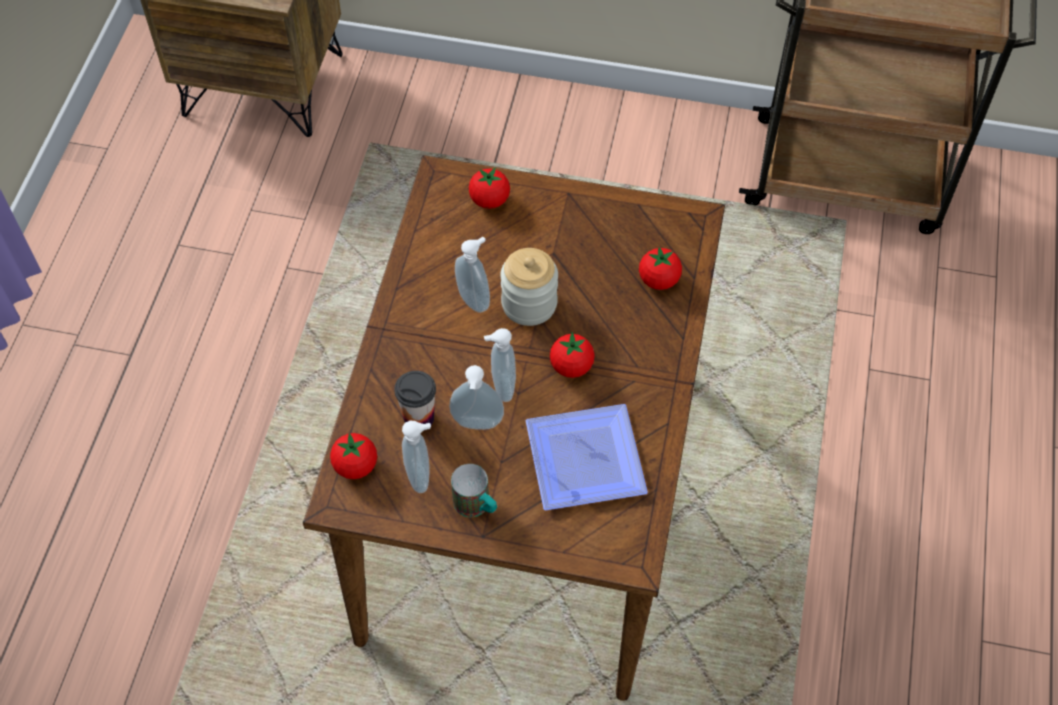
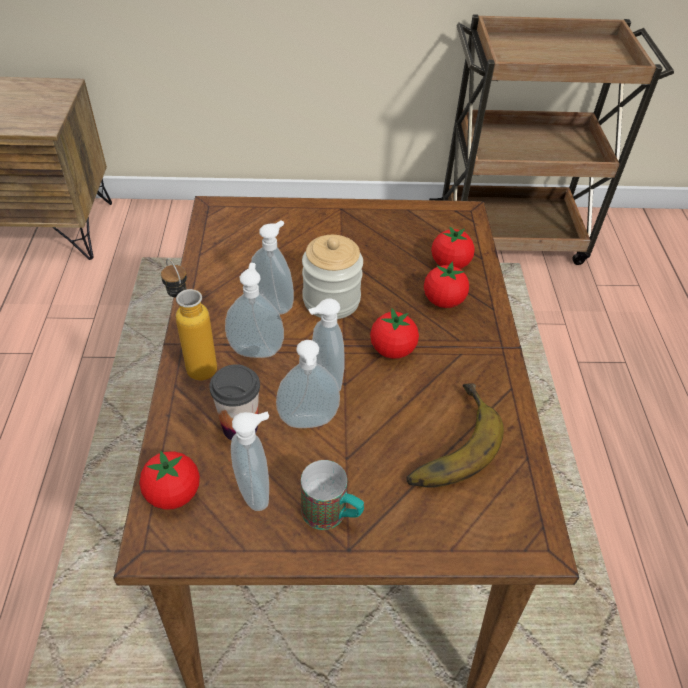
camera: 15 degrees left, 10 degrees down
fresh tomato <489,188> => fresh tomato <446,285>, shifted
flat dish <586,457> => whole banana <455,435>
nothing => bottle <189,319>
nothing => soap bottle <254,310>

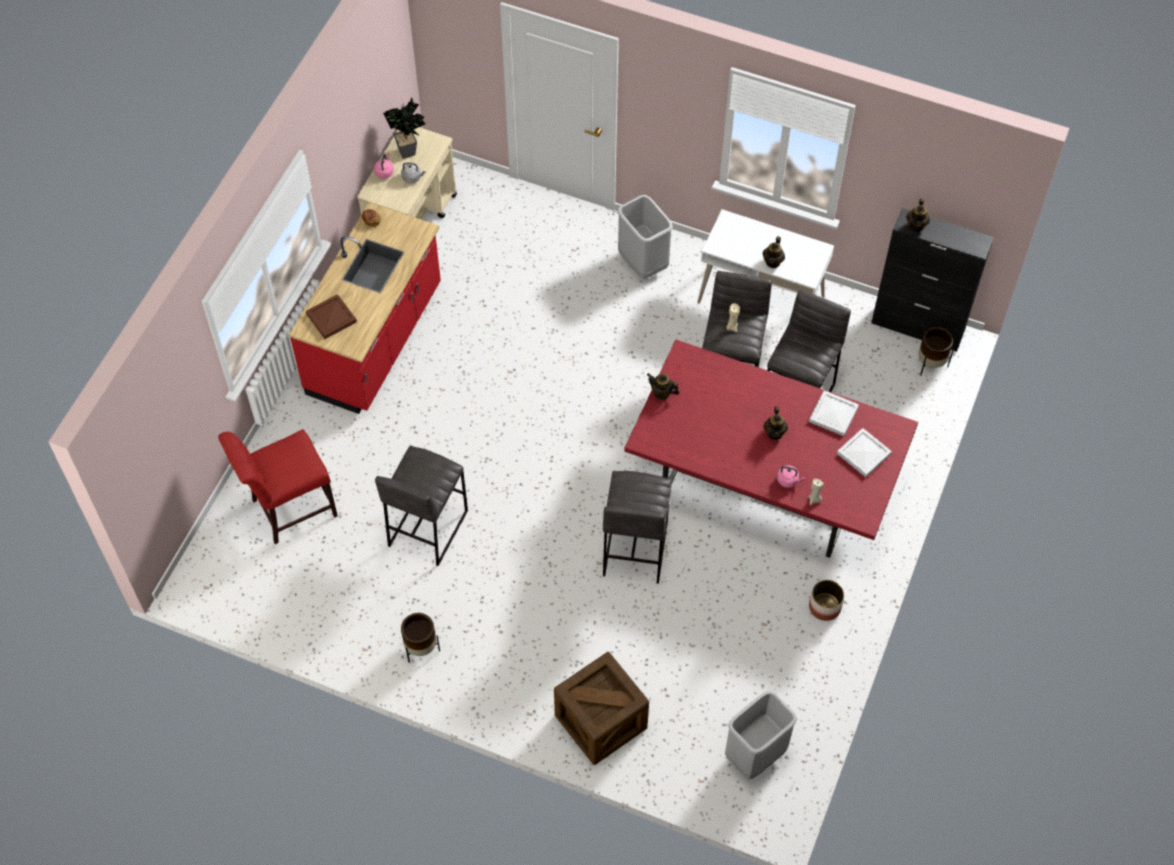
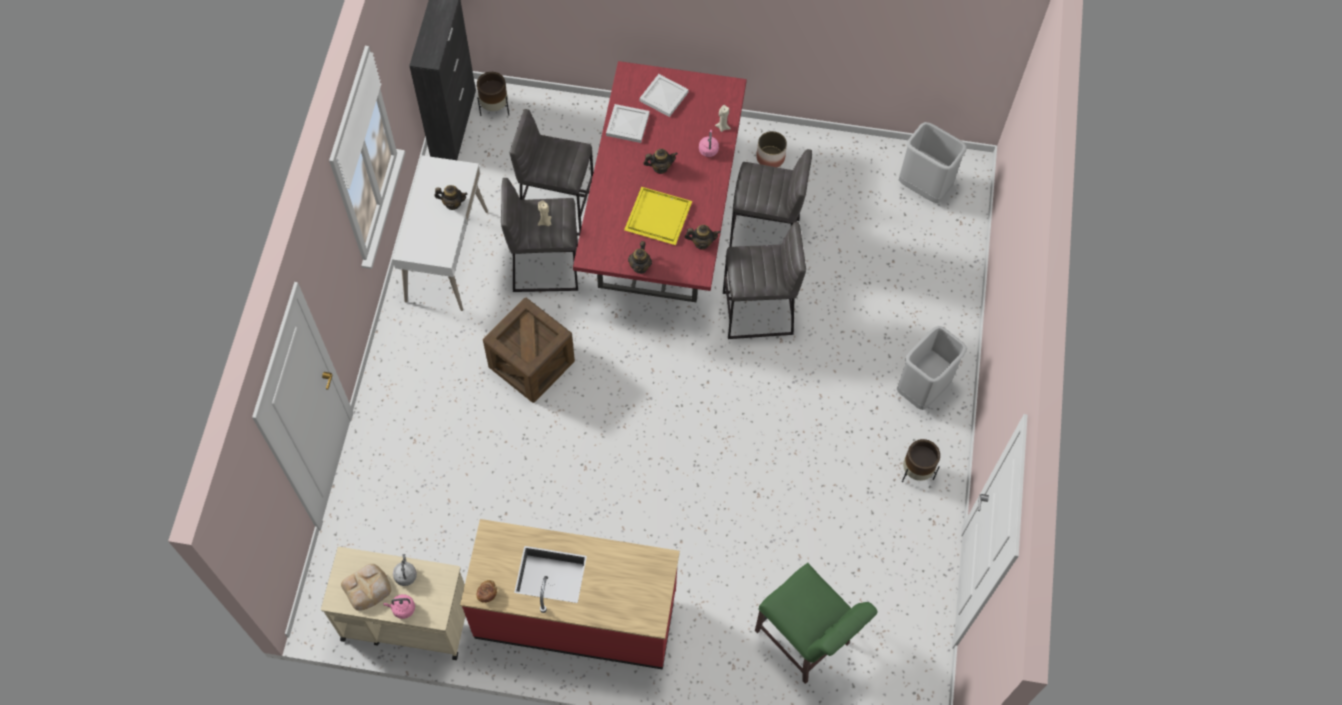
camera: 105 degrees left, 5 degrees up
houseplant <404,128> => bread <366,587>
gray rubbish bin <645,237> => gray rubbish bin <932,368>, shifted
teapot <918,215> => teapot <702,237>, shifted
brown-coloured carrying tray <331,316> => nothing
red plain chair <278,486> => greenish plain chair <816,623>
gray sitting stool <421,505> => gray sitting stool <770,198>, shifted
shipping crate <601,708> => shipping crate <529,350>, shifted
nothing => yellowish carrying tray <658,216>

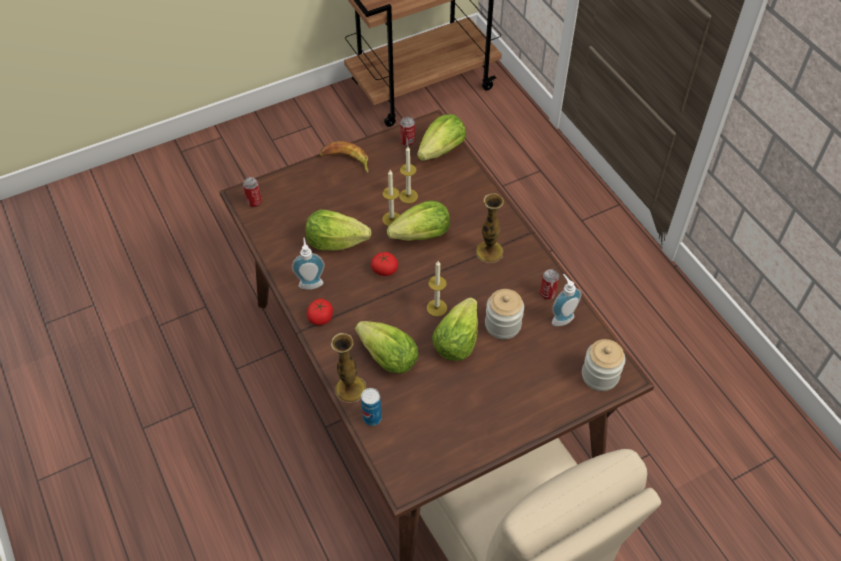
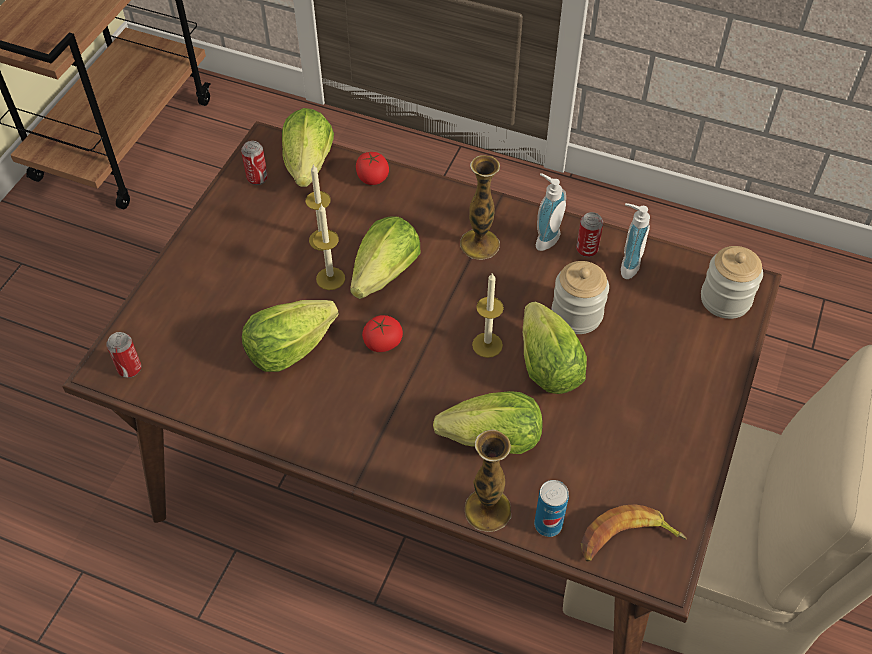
camera: 40 degrees left, 0 degrees up
whole banana <343,157> => whole banana <633,533>, shifted
soap bottle <308,263> => soap bottle <551,212>, shifted
fresh tomato <320,312> => fresh tomato <372,168>, shifted

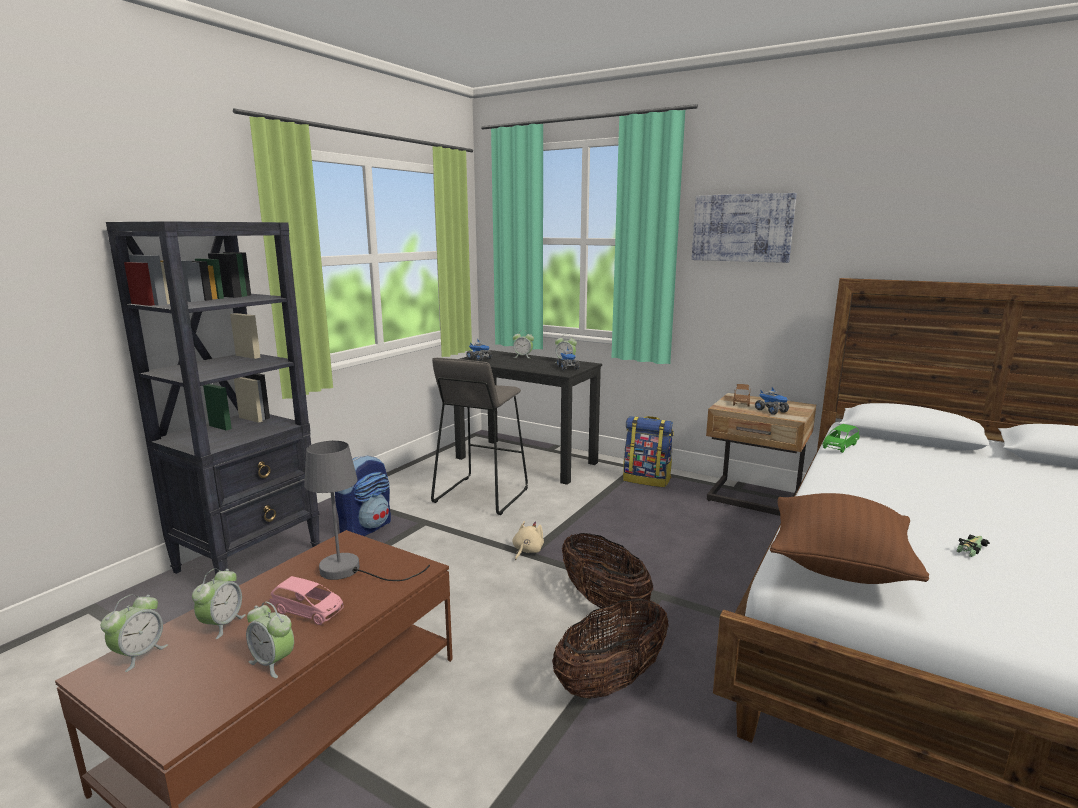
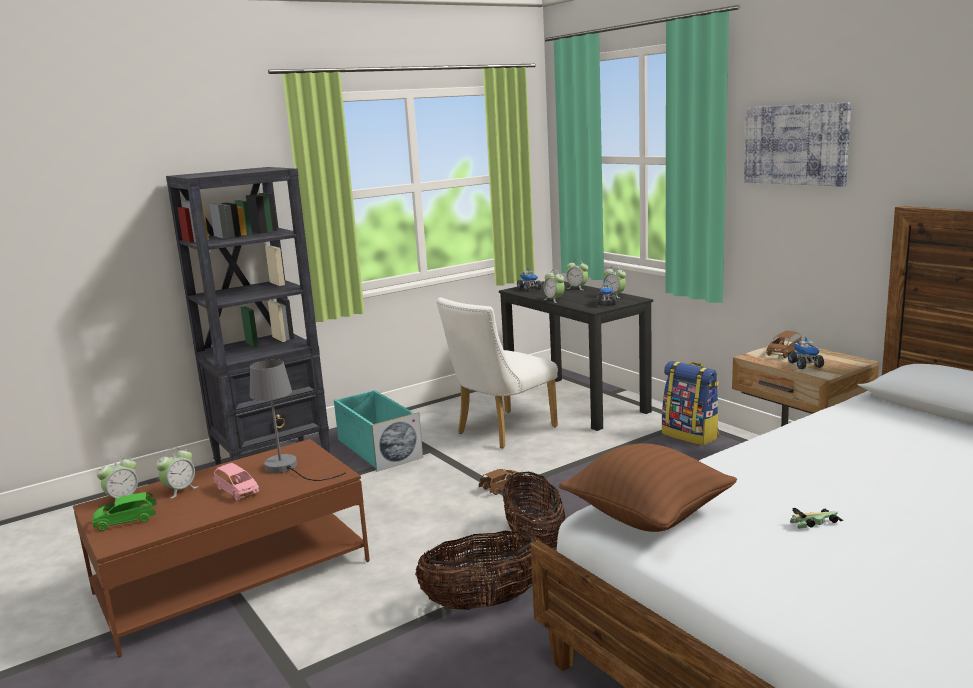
camera: 25 degrees right, 0 degrees up
gray sitting stool <479,436> => white-coloured plain chair <497,373>
greenish miniature car <841,438> => greenish miniature car <124,511>, shifted
backpack <363,495> => turquoise-coloured storage box <378,431>
beige cuddly toy <528,540> => brown-coloured miniature car <500,482>
table clock <270,640> => table clock <554,286>, shifted

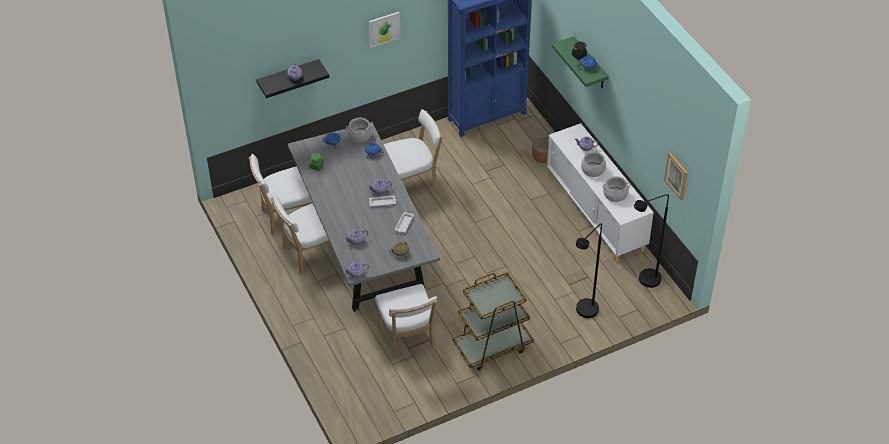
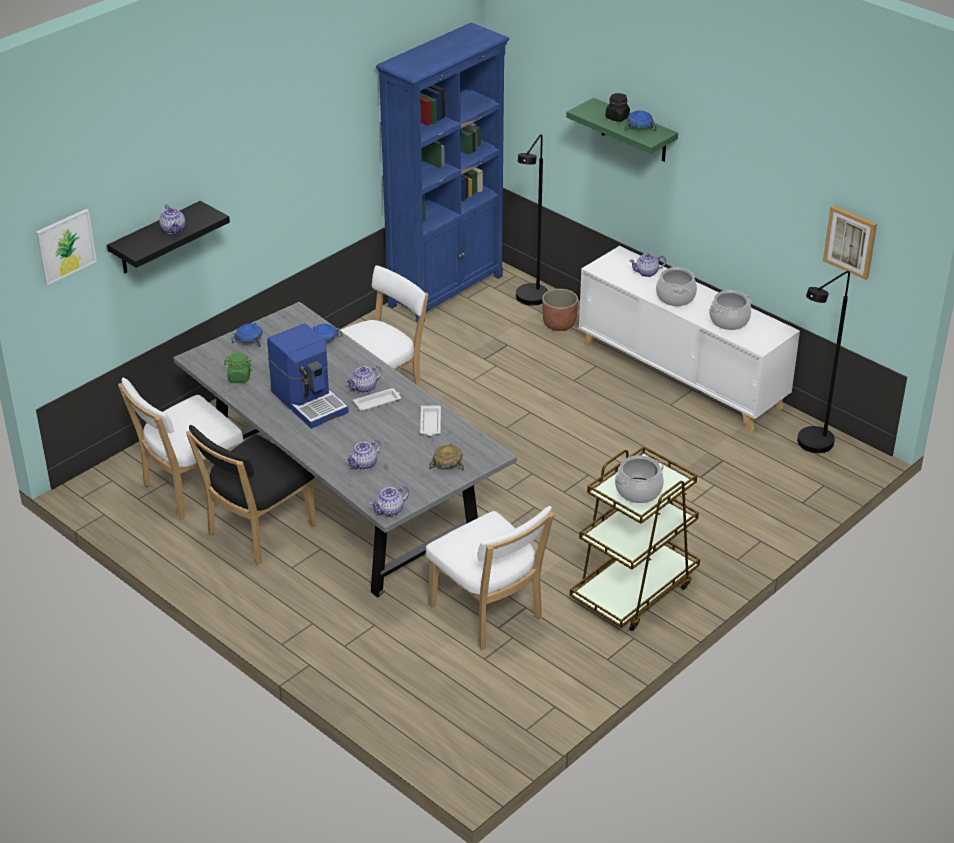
camera: 20 degrees left, 10 degrees down
picture <385,30> => picture <66,247>, shifted
stockpot <359,130> => stockpot <639,479>, shifted
white-coloured plain chair <300,234> => blackish plain chair <251,495>
blackish floor lamp <589,270> => blackish floor lamp <532,220>, shifted
nothing => coffee machine <308,376>

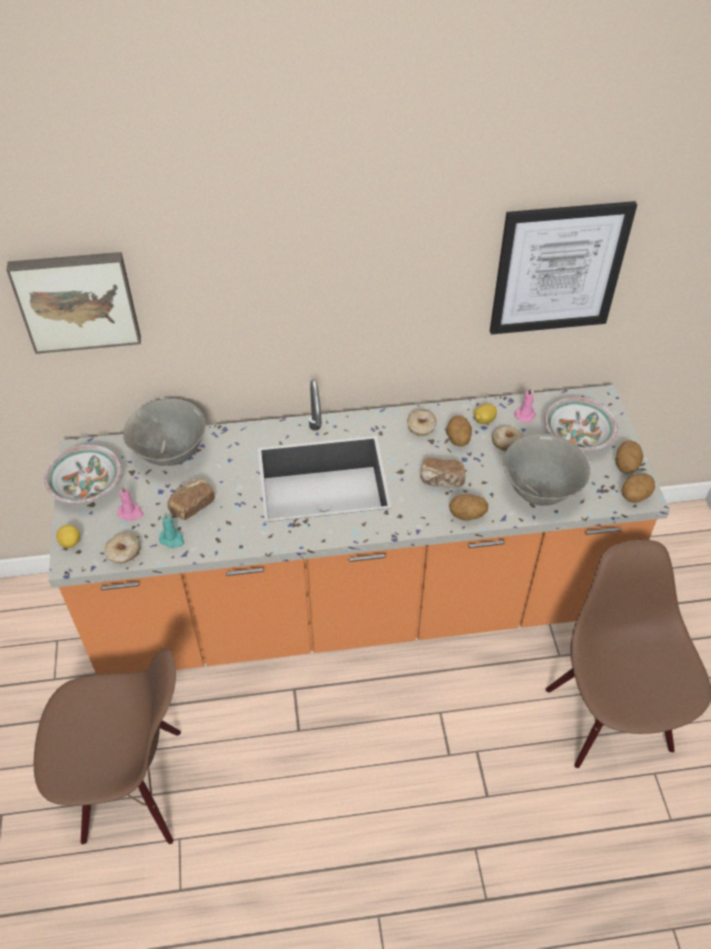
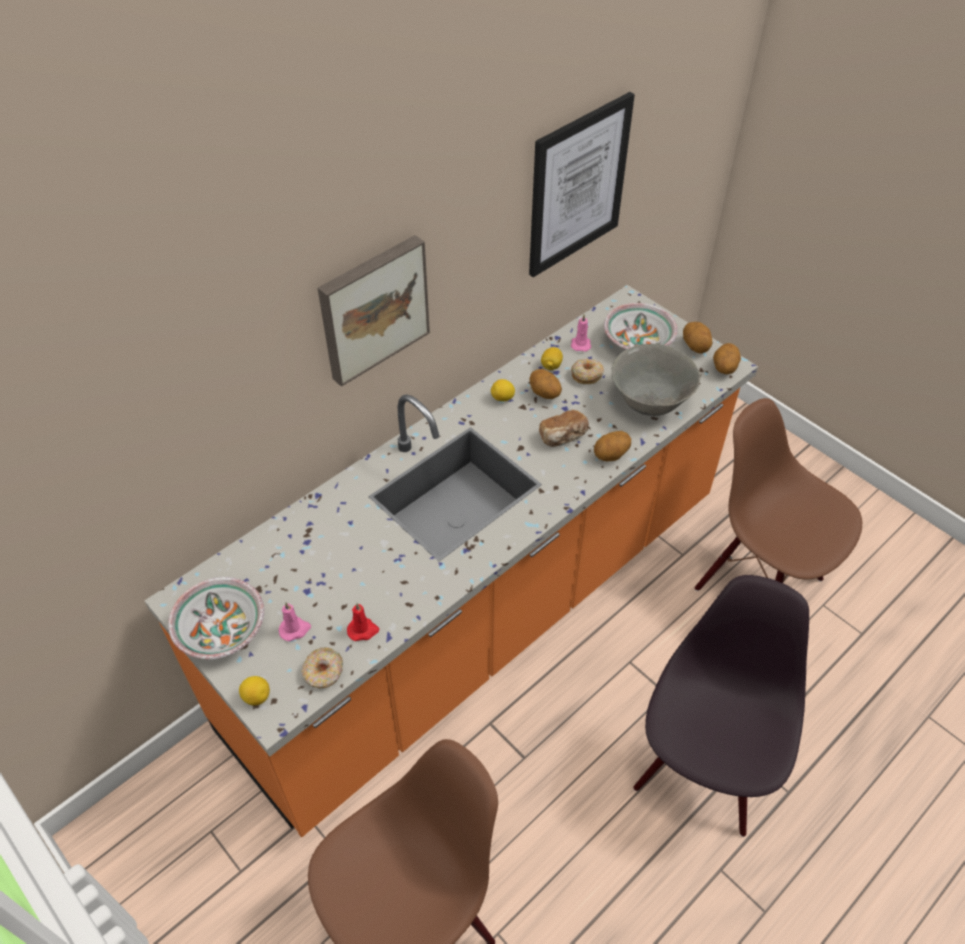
camera: 35 degrees left, 0 degrees up
picture <73,303> => picture <373,311>, shifted
gray deep dish <164,432> => nothing
donut <422,422> => citrus fruit <503,390>
bread <191,499> => nothing
turquoise-coloured wax candle <171,530> => red wax candle <363,622>
nothing => blackish plain chair <721,706>

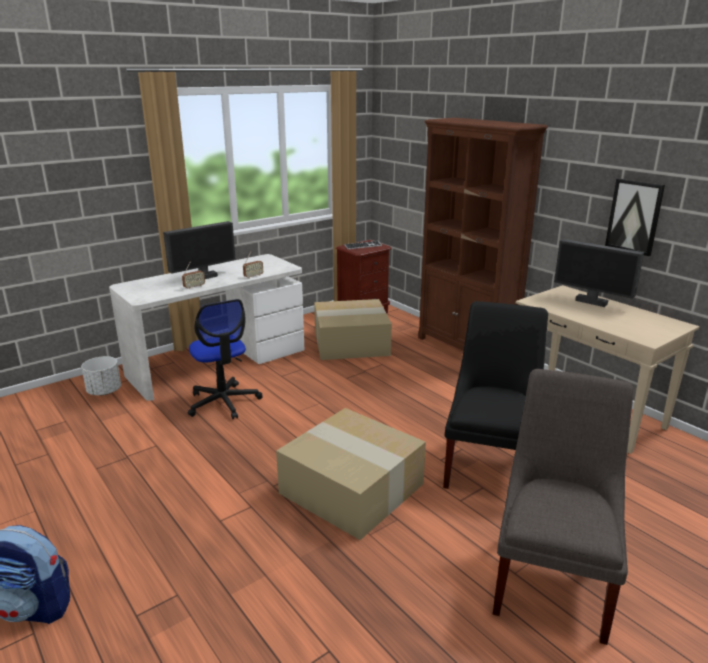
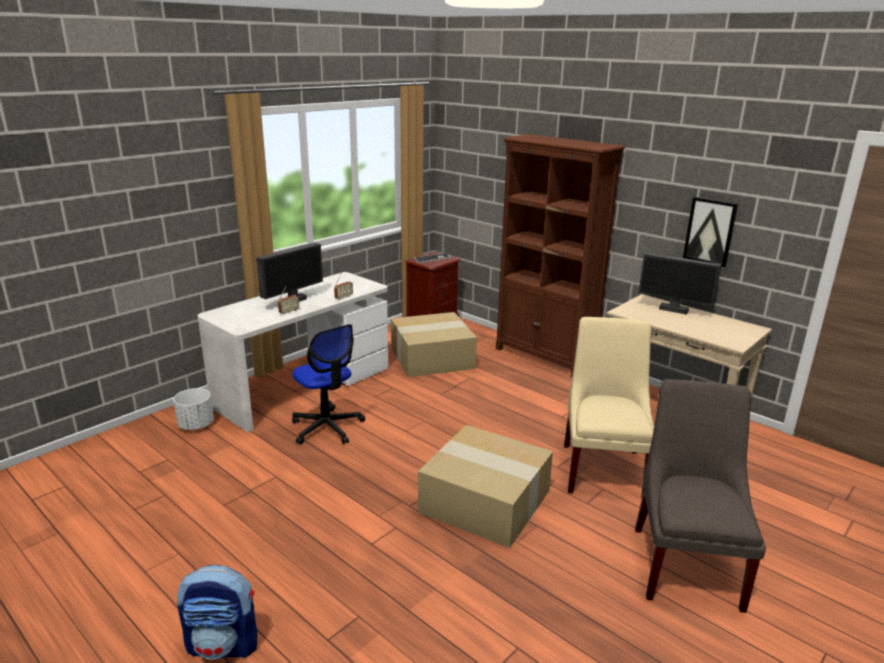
camera: 10 degrees left, 0 degrees up
blackish plain chair <495,395> => beige plain chair <609,407>

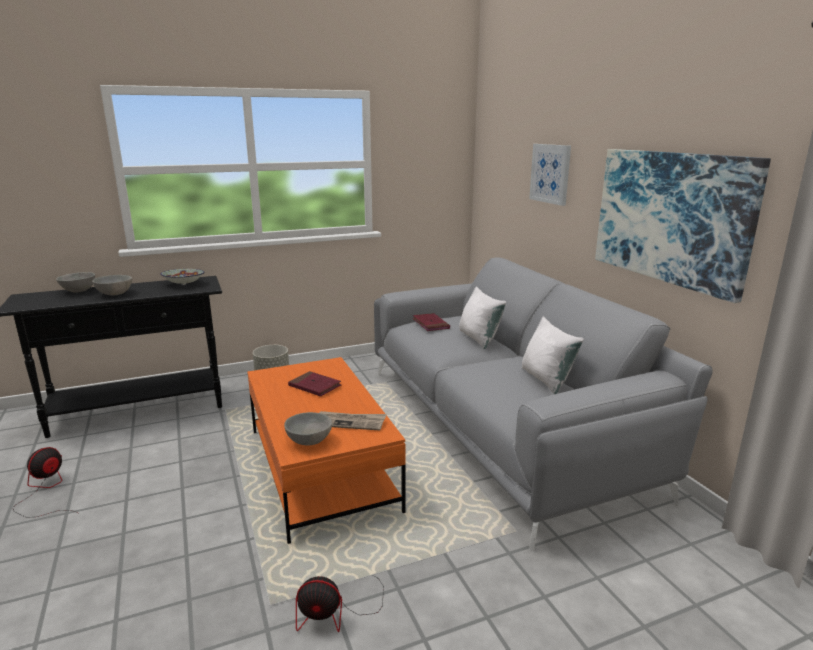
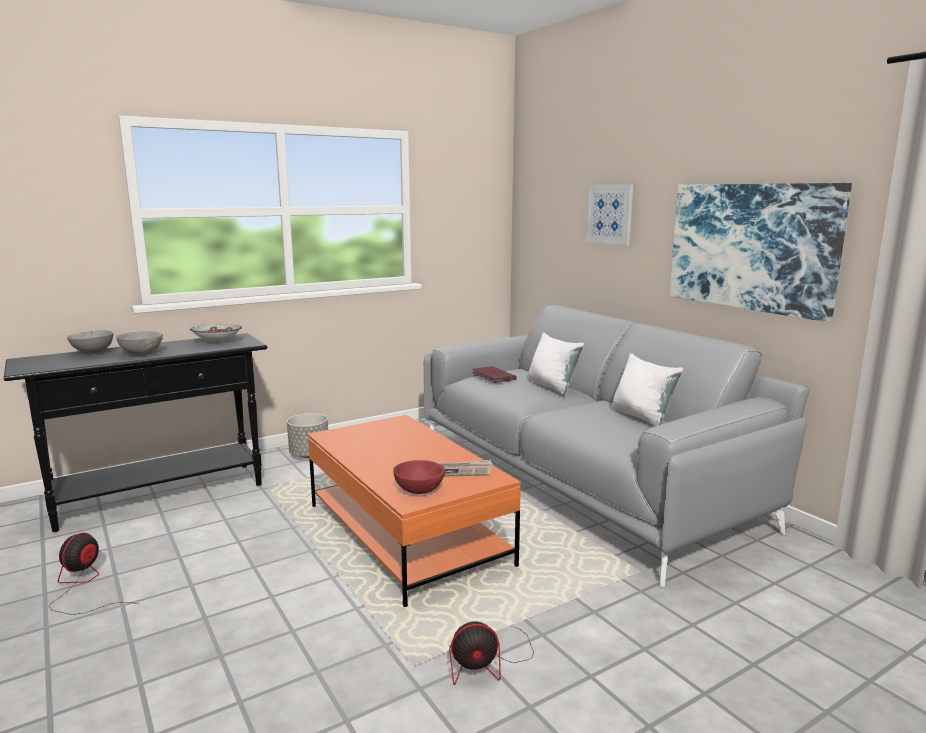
camera: 10 degrees left, 5 degrees down
red volume <314,383> => nothing
gray deep dish <308,429> => red deep dish <419,477>

